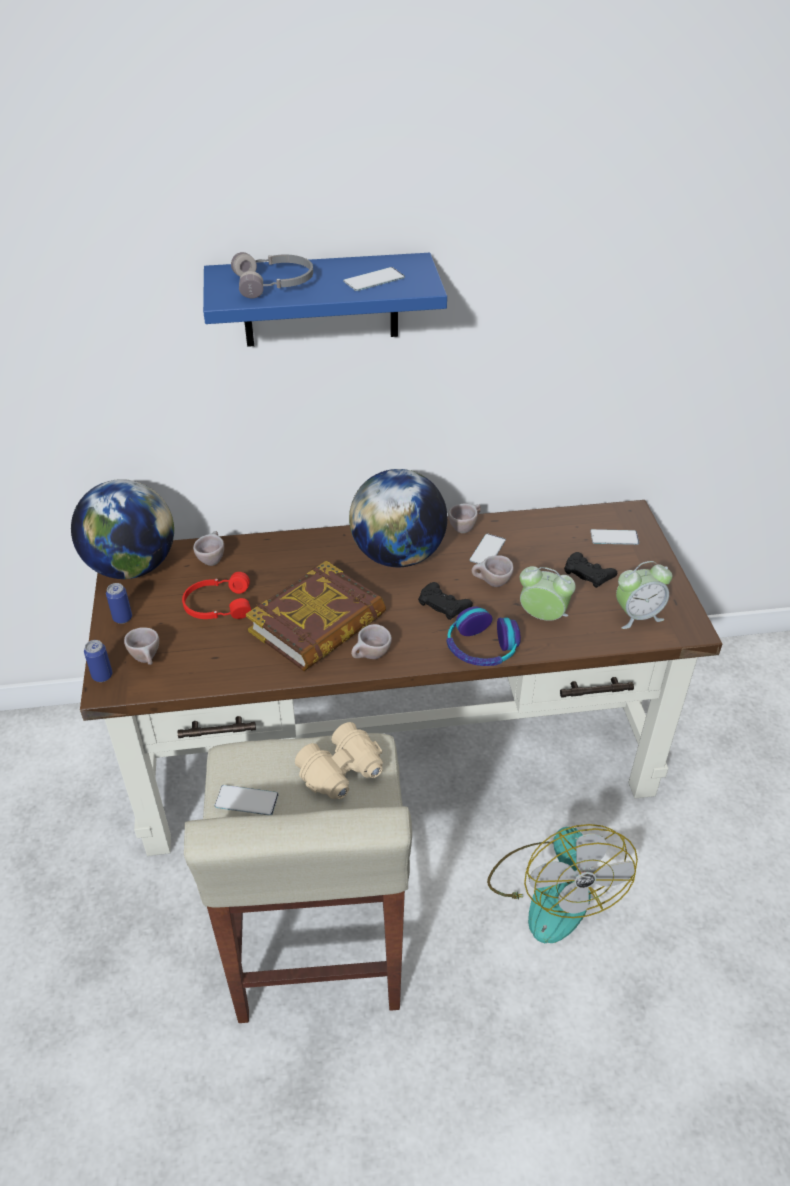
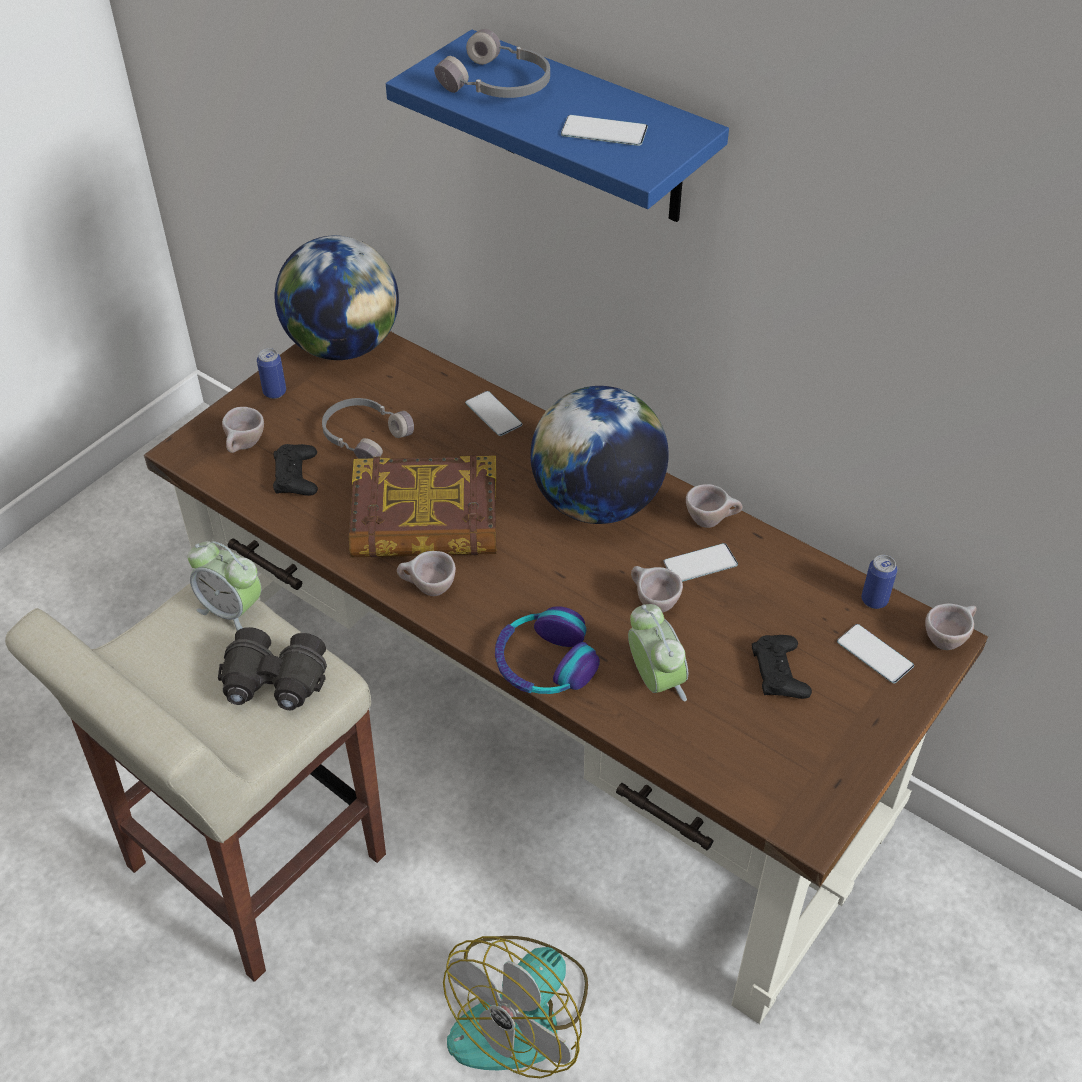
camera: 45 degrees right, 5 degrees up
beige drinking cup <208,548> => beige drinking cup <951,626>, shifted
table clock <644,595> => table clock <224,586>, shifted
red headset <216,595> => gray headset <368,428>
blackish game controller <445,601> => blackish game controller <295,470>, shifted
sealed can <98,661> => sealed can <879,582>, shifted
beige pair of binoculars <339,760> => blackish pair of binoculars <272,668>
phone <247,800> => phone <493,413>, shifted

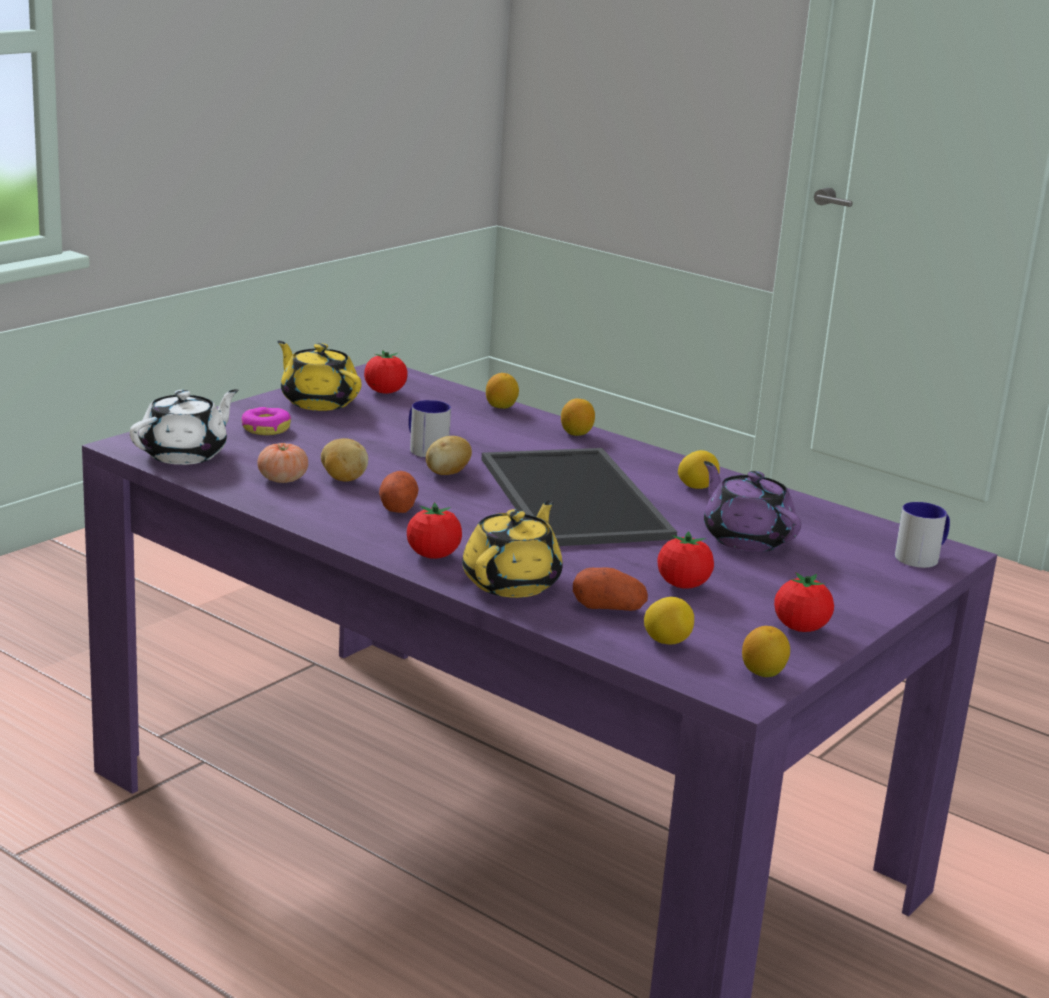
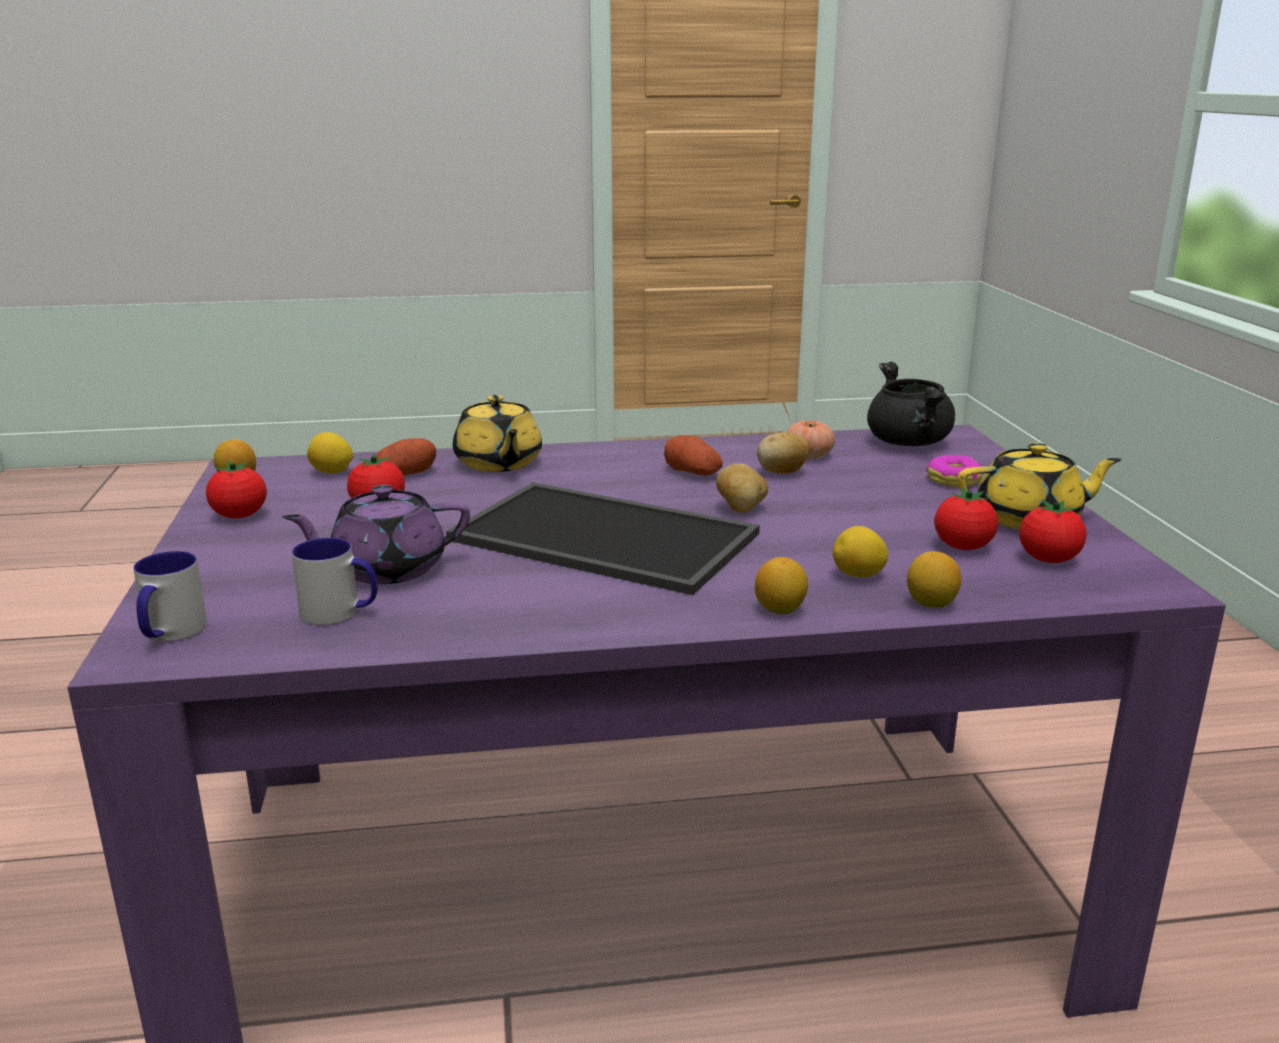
camera: 135 degrees right, 0 degrees up
white-coloured teapot <184,427> => blackish stockpot <911,403>
tea mug <429,429> => tea mug <335,581>, shifted
citrus fruit <699,469> => citrus fruit <860,552>, shifted
purple-coloured teapot <752,506> => purple-coloured teapot <376,534>, 150 degrees clockwise
fresh tomato <434,530> => fresh tomato <966,518>, shifted

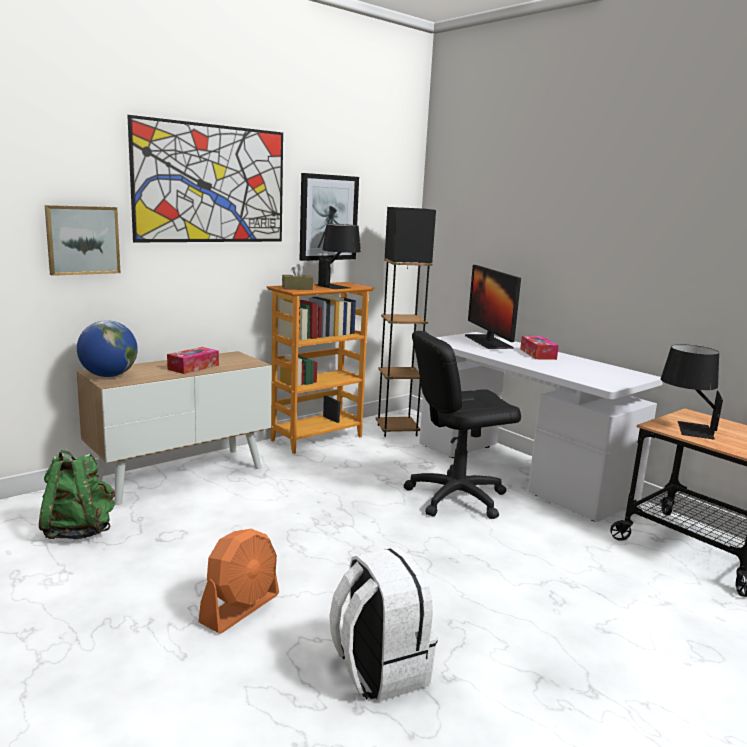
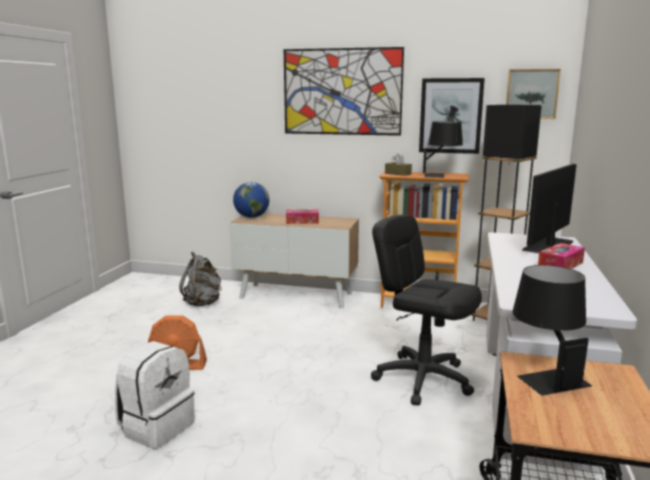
camera: 55 degrees right, 0 degrees up
picture <83,240> => picture <533,94>, shifted
greenish backpack <77,494> => gray backpack <200,278>

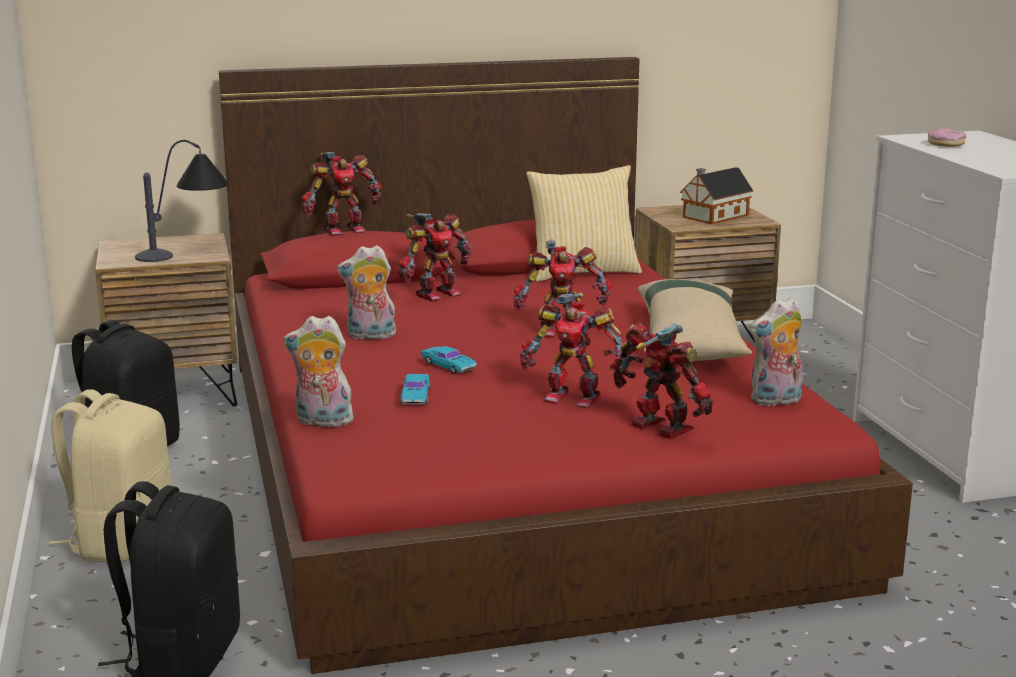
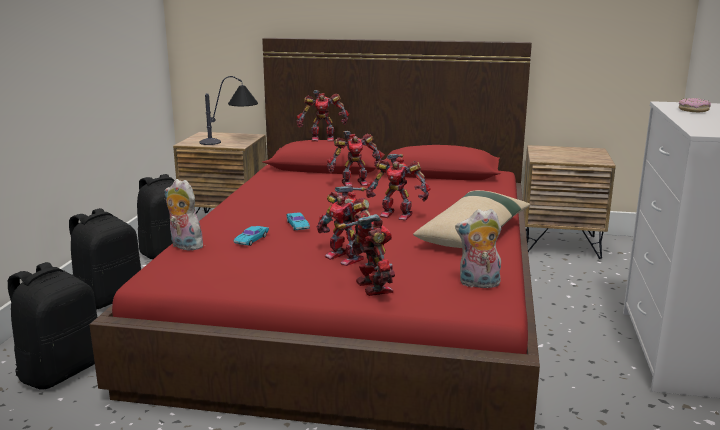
camera: 25 degrees right, 0 degrees up
pillow <584,223> => nothing
toy house <716,195> => nothing
cuddly toy <367,292> => nothing
beige backpack <110,476> => blackish backpack <105,259>

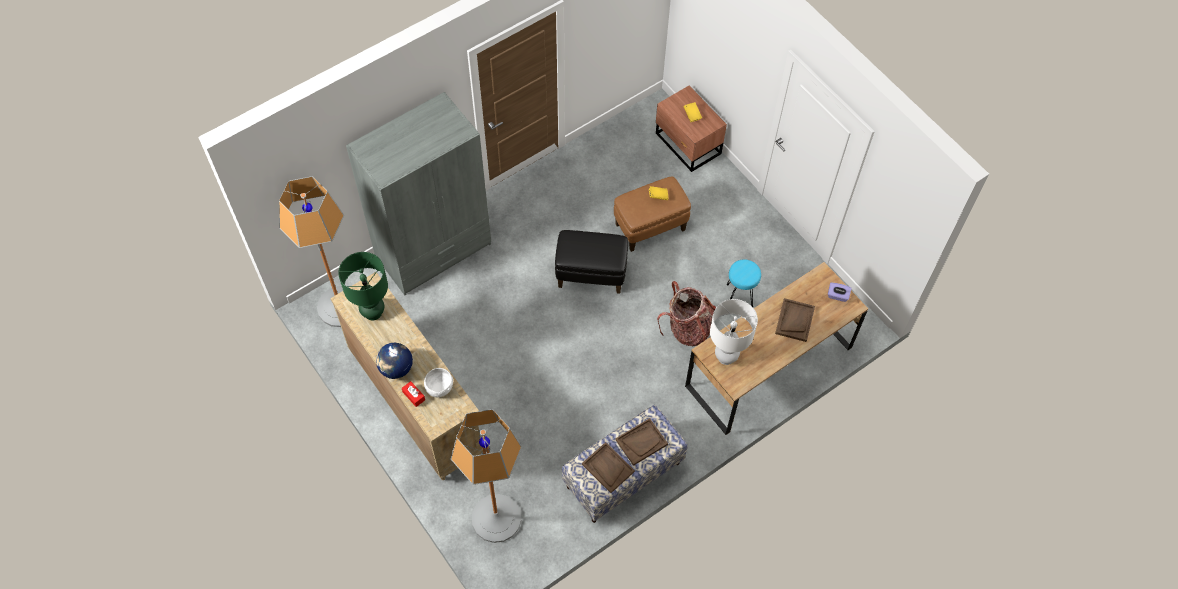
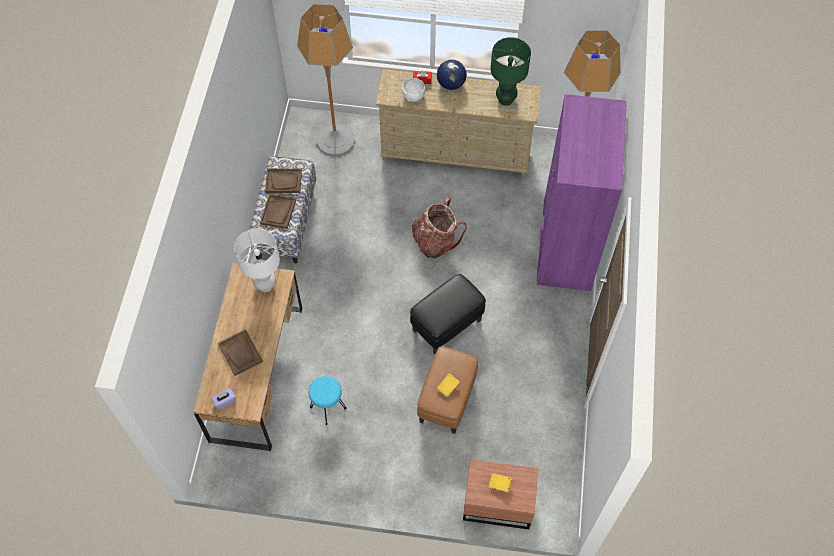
camera: 135 degrees right, 0 degrees up
gray armoire <418,193> => purple-coloured armoire <581,192>
backpack <686,313> => backpack <439,227>, shifted

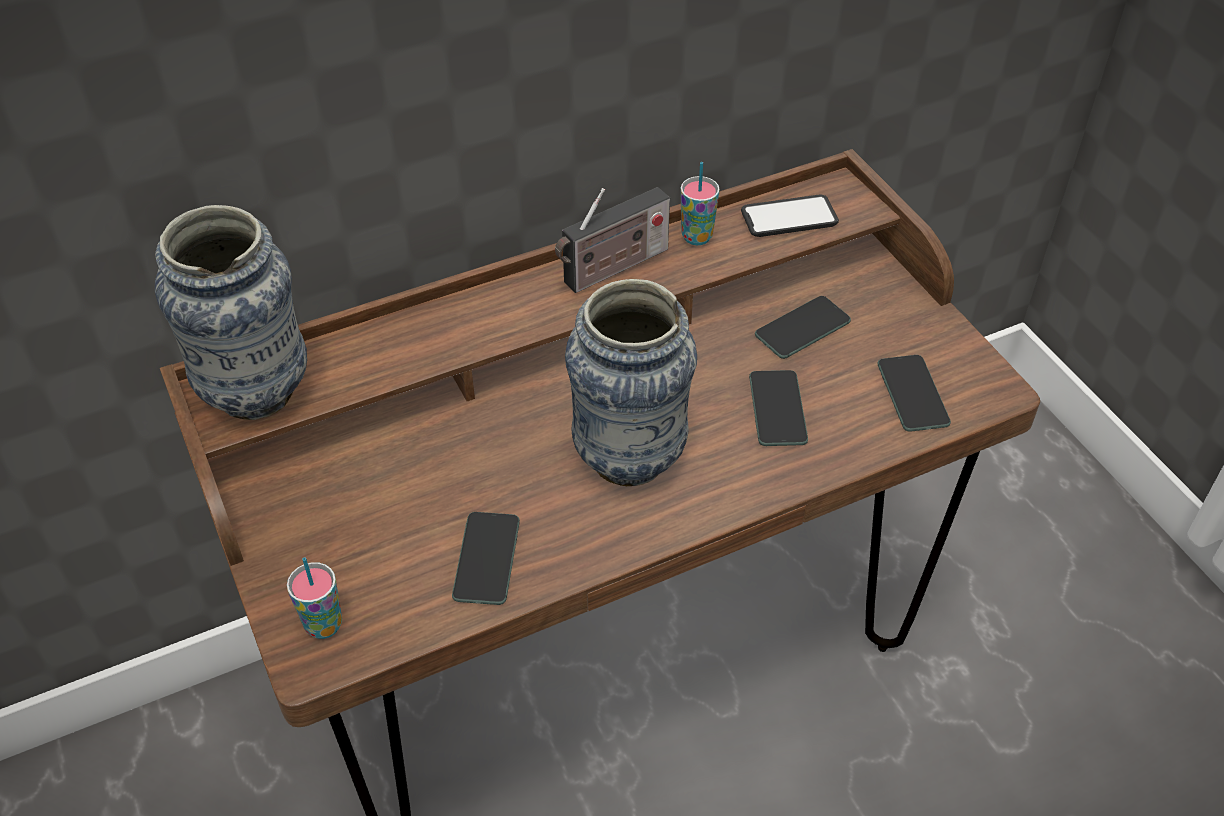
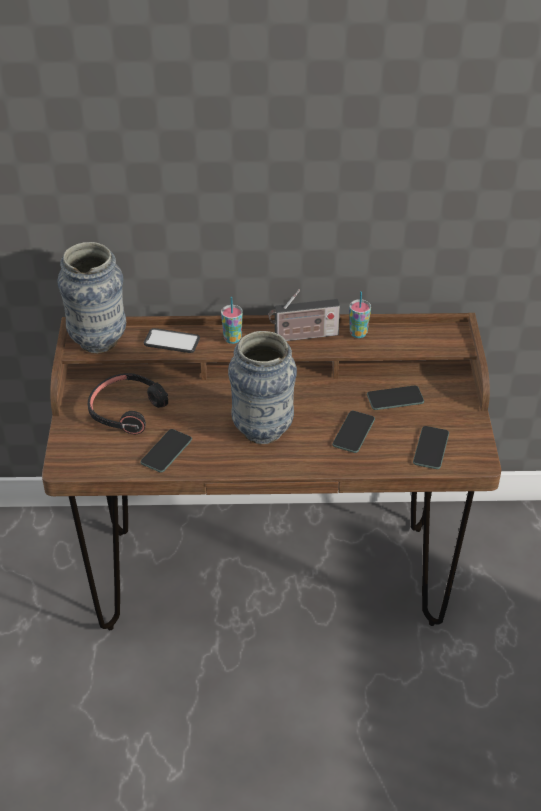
camera: 25 degrees right, 5 degrees down
phone <790,215> => phone <172,340>, shifted
drinking cup <314,598> => drinking cup <232,320>, shifted
nothing => blackish headset <128,403>

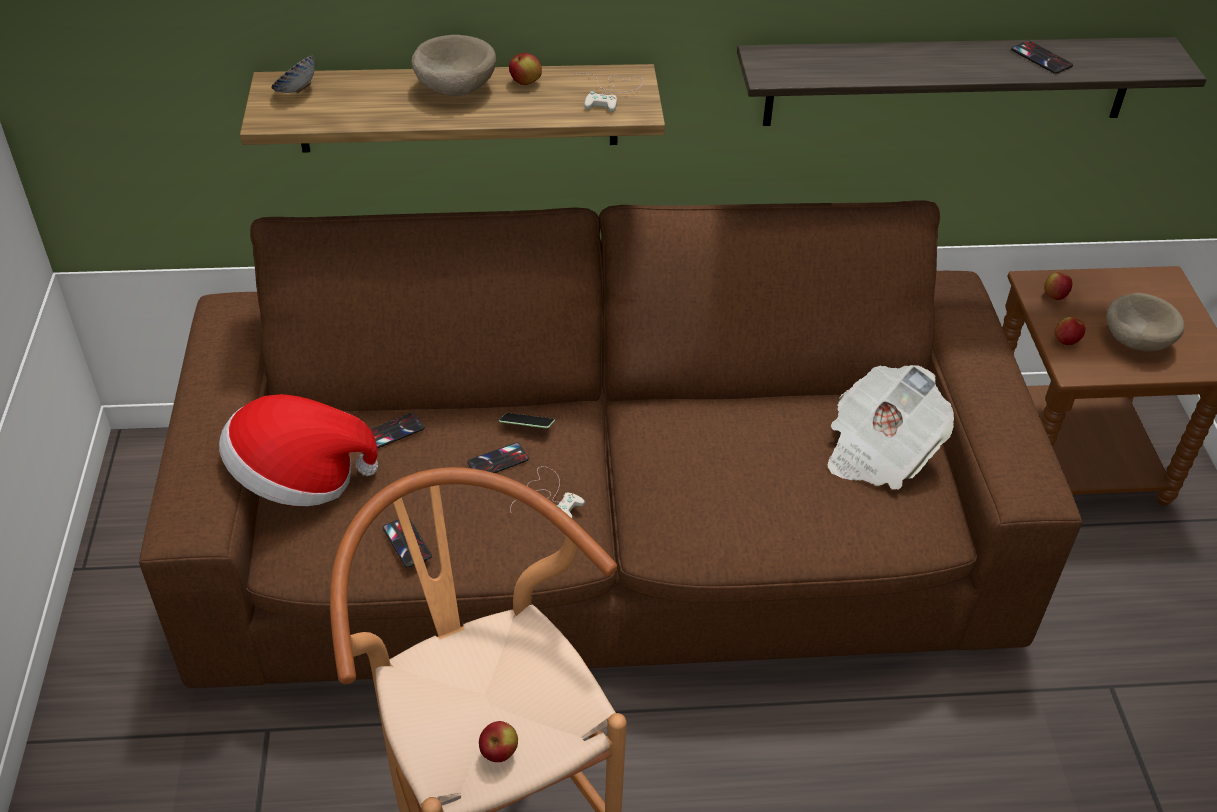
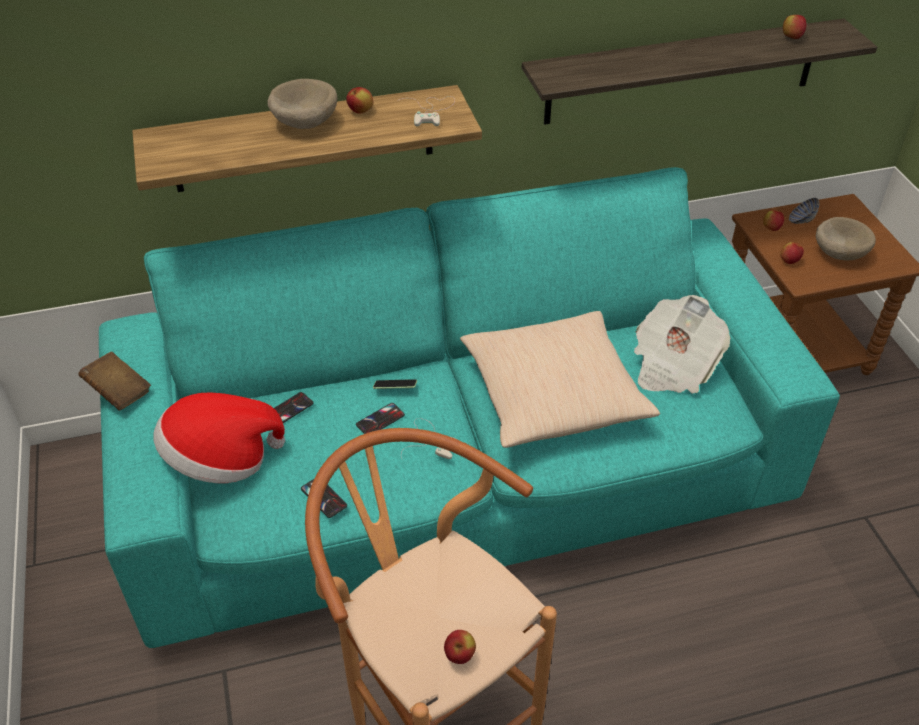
camera: 10 degrees left, 0 degrees up
phone <1042,57> => nothing
deep dish <293,74> => deep dish <804,211>, shifted
brown-coloured sofa <610,444> => turquoise-coloured sofa <469,407>
nothing => apple <795,27>
nothing => beige pillow <560,379>
nothing => brown-coloured volume <114,381>

